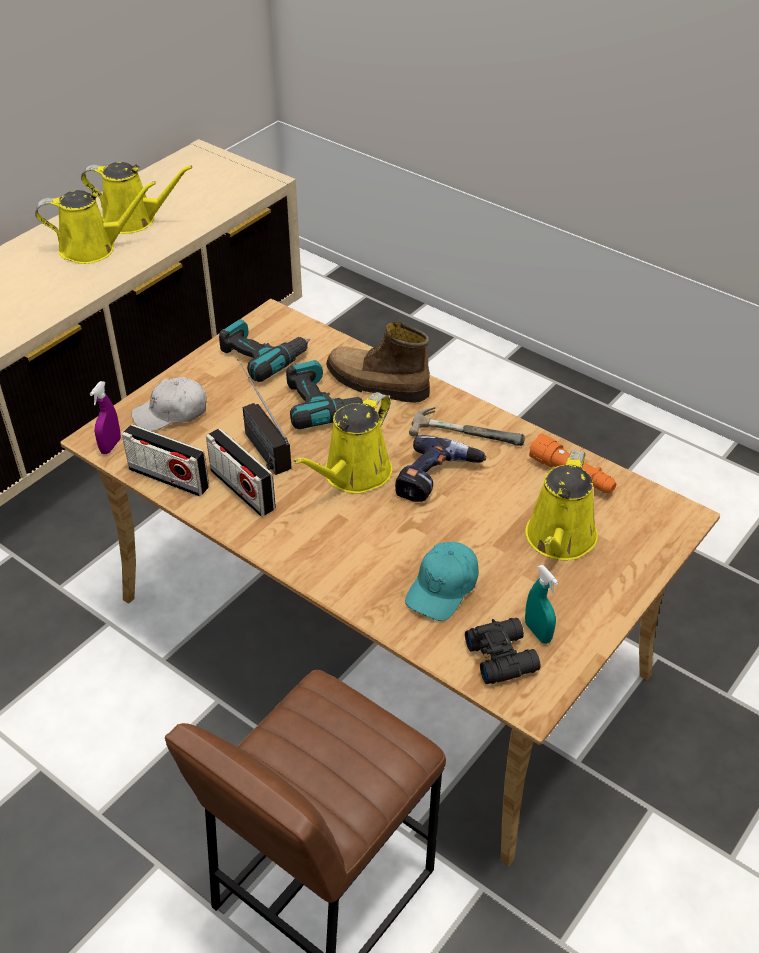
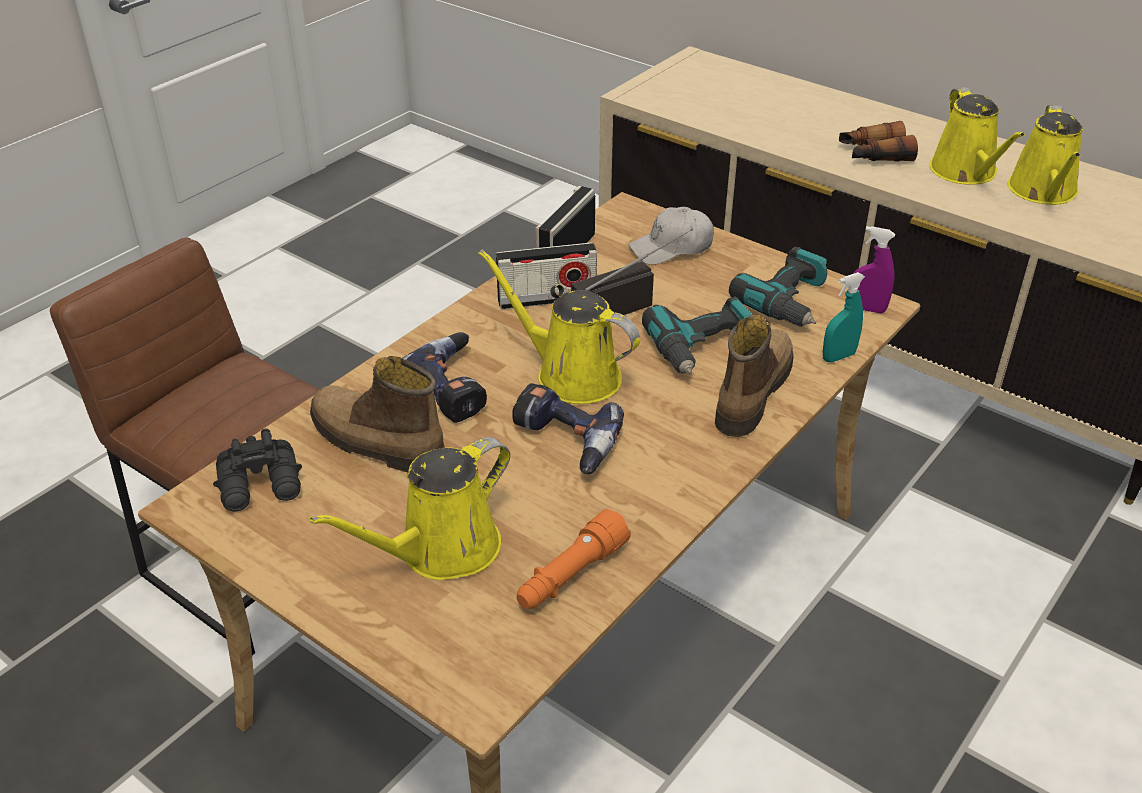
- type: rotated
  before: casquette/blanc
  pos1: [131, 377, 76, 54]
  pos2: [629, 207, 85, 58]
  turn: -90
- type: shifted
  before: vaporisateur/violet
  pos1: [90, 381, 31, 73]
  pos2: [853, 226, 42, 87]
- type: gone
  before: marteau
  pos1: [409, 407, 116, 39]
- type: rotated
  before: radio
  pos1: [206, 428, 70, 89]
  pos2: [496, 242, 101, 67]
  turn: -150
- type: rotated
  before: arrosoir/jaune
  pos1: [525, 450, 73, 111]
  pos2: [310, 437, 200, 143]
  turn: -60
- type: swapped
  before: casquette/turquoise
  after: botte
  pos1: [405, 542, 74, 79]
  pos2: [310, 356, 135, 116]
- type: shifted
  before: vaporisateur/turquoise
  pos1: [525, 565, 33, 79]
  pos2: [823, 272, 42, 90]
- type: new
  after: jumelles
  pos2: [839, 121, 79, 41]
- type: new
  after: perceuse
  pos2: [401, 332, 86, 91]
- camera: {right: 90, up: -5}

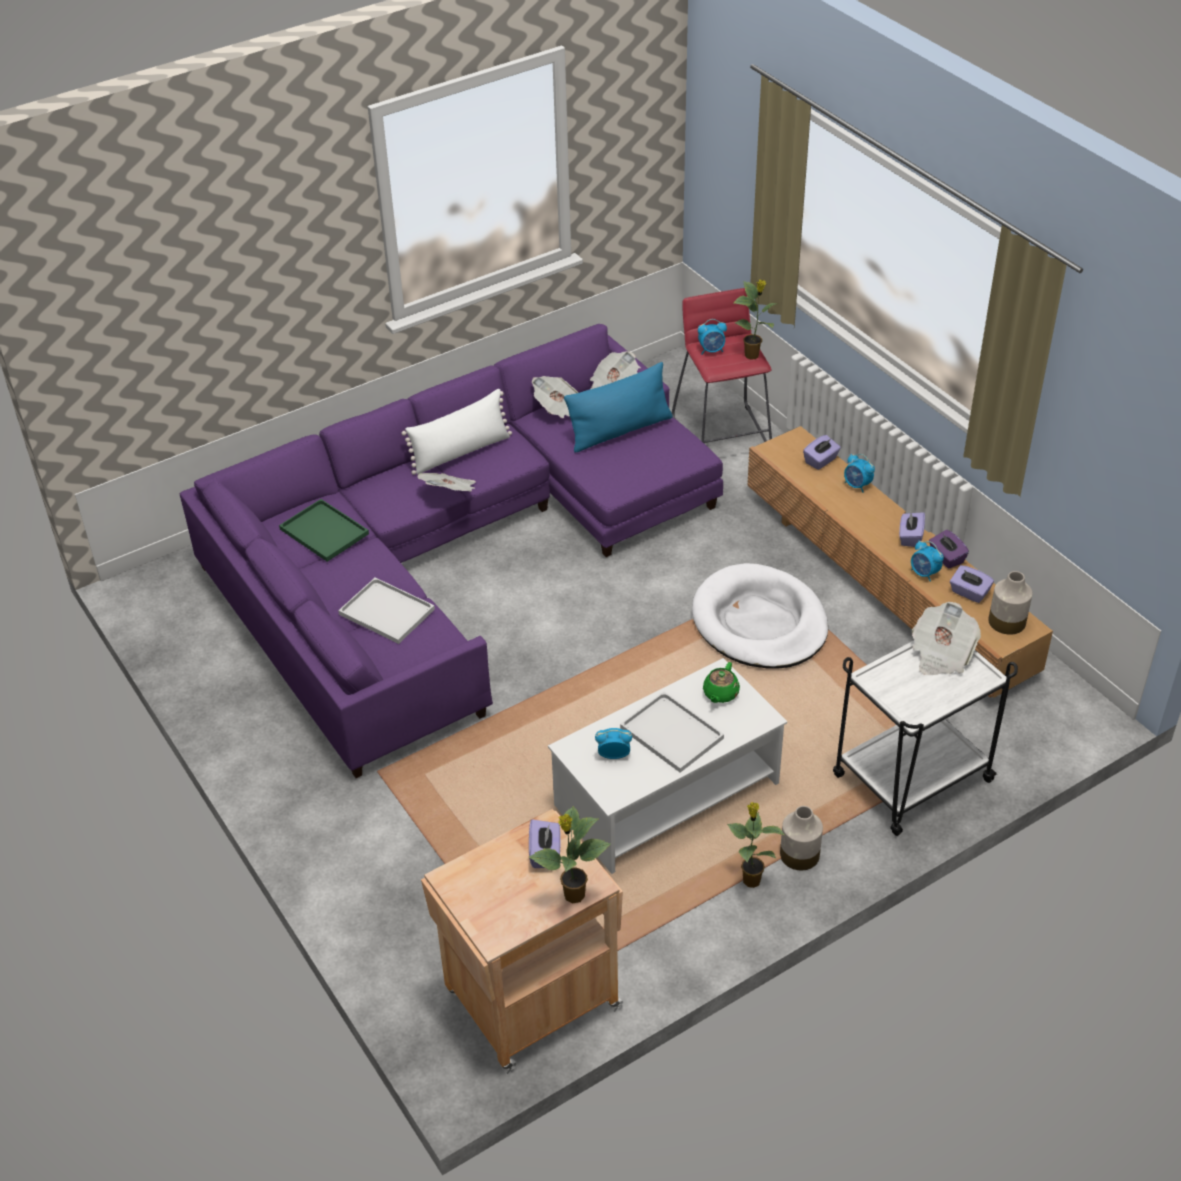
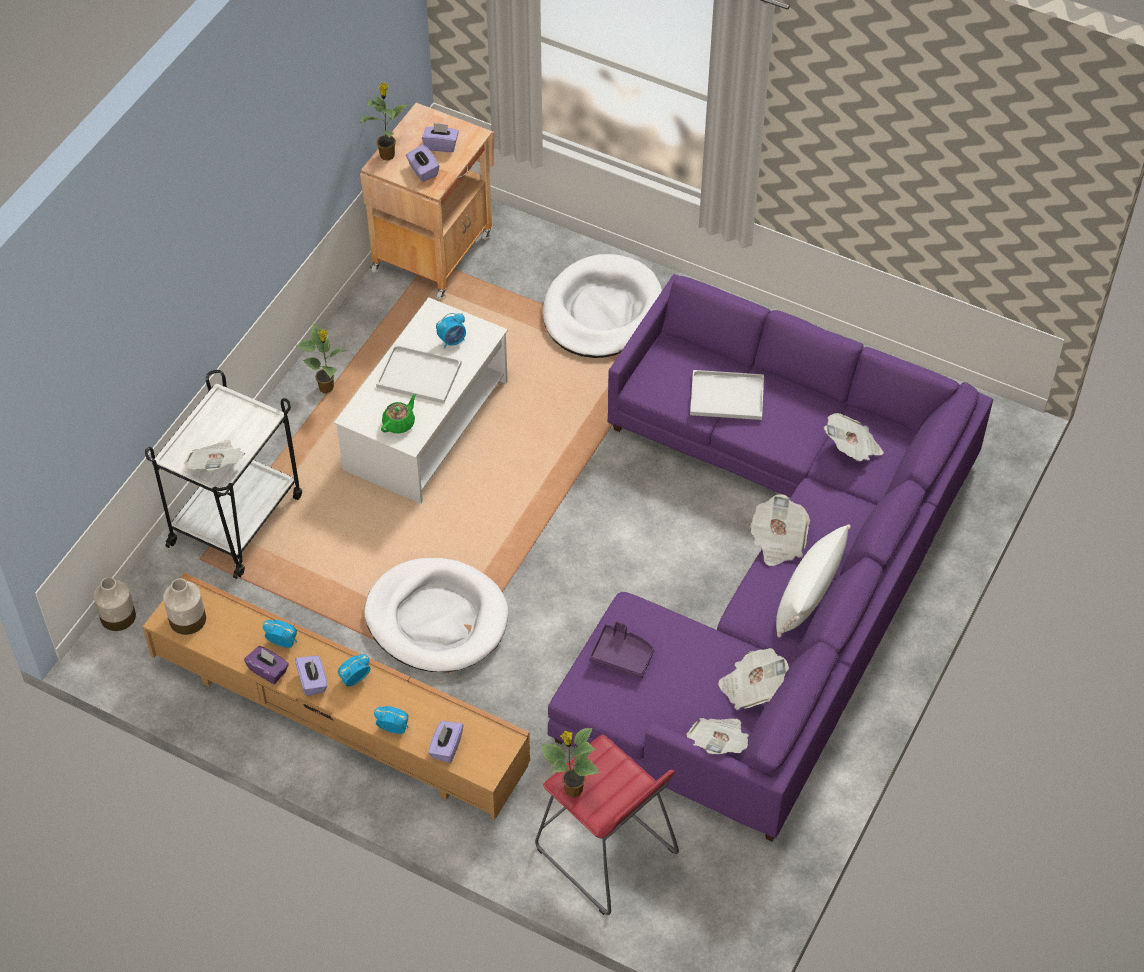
- type: shifted
  before: réveil
  pos1: [698, 319, 29, 35]
  pos2: [338, 654, 32, 33]
- type: gone
  before: coussin/bleu
  pos1: [564, 362, 109, 91]
- type: swapped
  before: plateau/vert
  after: journal
  pos1: [279, 499, 90, 63]
  pos2: [824, 413, 60, 48]
- type: shifted
  before: boîte à mouchoirs/violet
  pos1: [950, 565, 44, 38]
  pos2: [422, 123, 37, 29]
- type: rotated
  before: théière/vert
  pos1: [703, 662, 37, 41]
  pos2: [381, 394, 35, 39]
  turn: 45
- type: shifted
  before: vase/beige
  pos1: [780, 806, 43, 64]
  pos2: [94, 577, 42, 54]
- type: new
  after: panier pour chien/blanc
  pos2: [543, 254, 119, 104]
- type: new
  after: plateau/violet
  pos2: [589, 621, 65, 57]
- camera: {right: 150, up: 10}

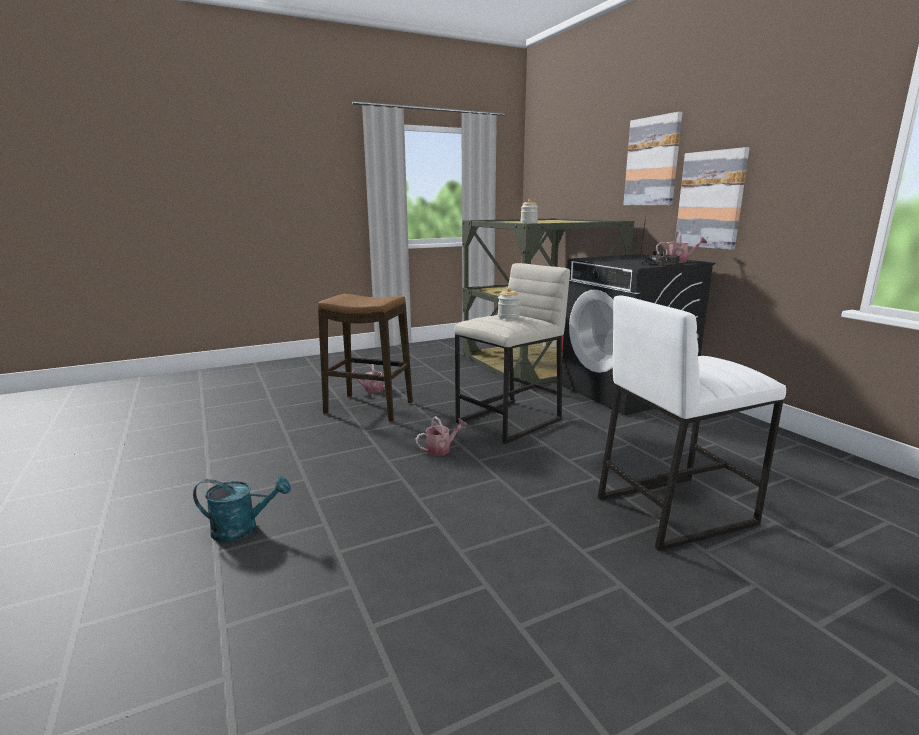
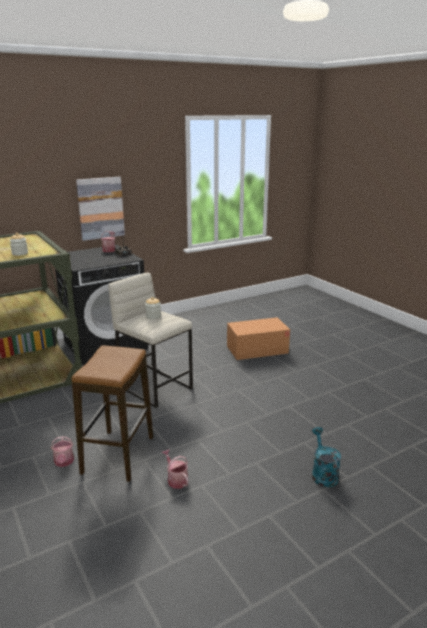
- type: gone
  before: tableau
  pos1: [623, 112, 59, 93]
- type: swapped
  before: tabouret/blanc
  after: carton
  pos1: [598, 296, 188, 255]
  pos2: [227, 317, 63, 43]
- type: shifted
  before: arrosoir
  pos1: [416, 416, 51, 40]
  pos2: [162, 449, 27, 40]
- camera: {right: -95, up: 5}

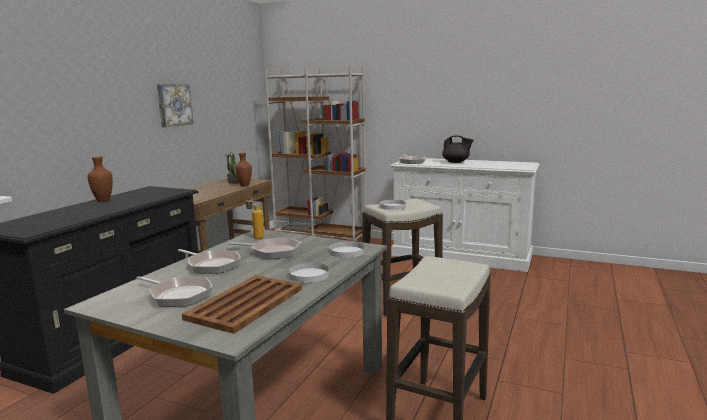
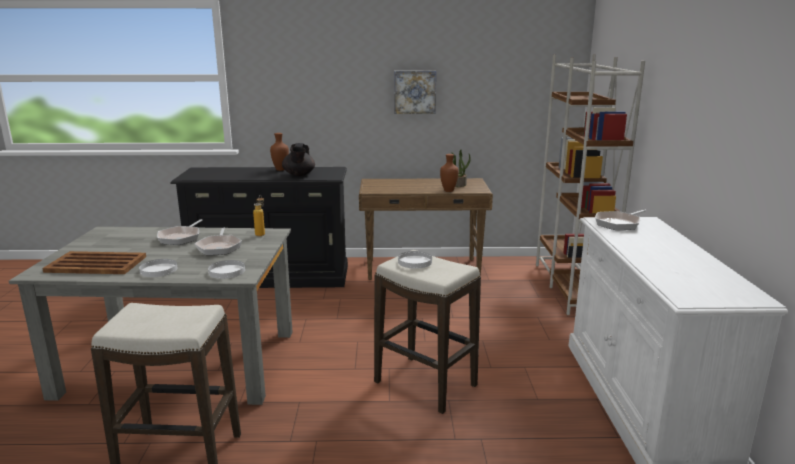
- type: shifted
  before: théière/noir
  pos1: [442, 135, 31, 28]
  pos2: [282, 143, 33, 33]
- type: gone
  before: poêle
  pos1: [137, 276, 76, 31]
- camera: {right: 65, up: 5}

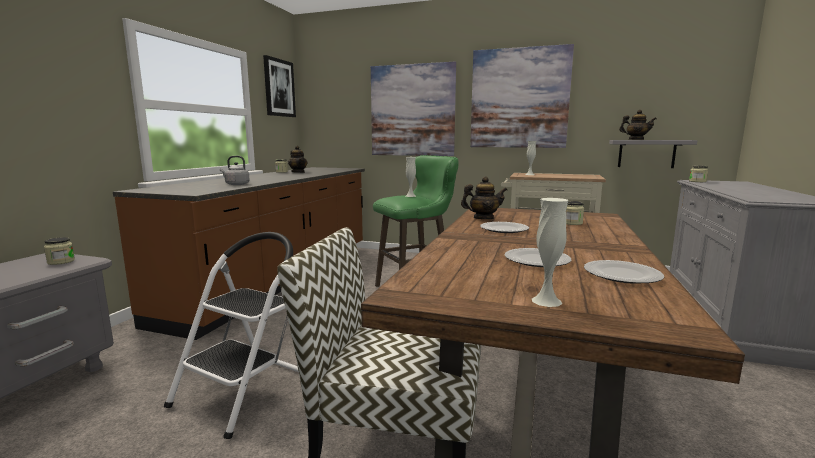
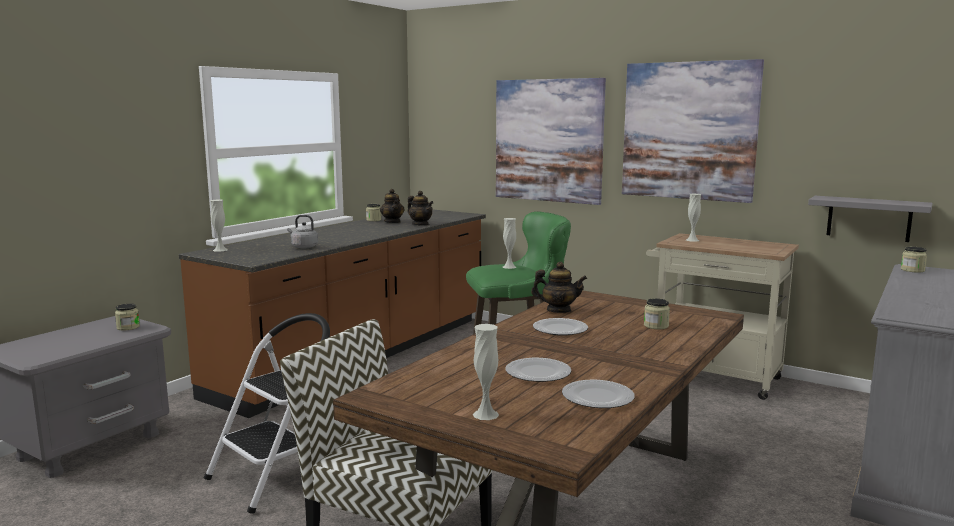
- type: gone
  before: tableau
  pos1: [263, 55, 33, 62]
- type: shifted
  before: théière
  pos1: [619, 110, 37, 30]
  pos2: [407, 191, 27, 35]
- type: new
  after: vase/blanc
  pos2: [210, 200, 18, 52]
- camera: {right: 15, up: 0}

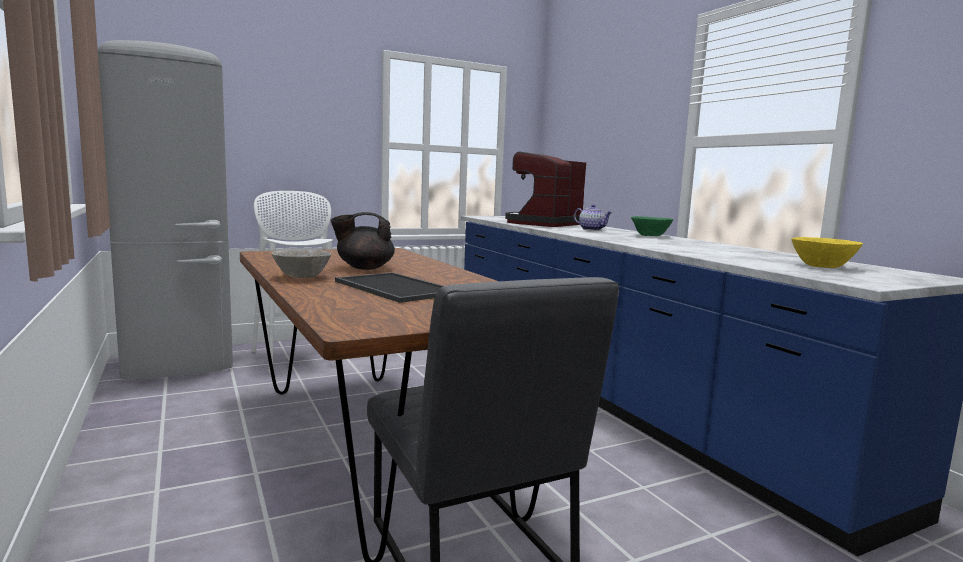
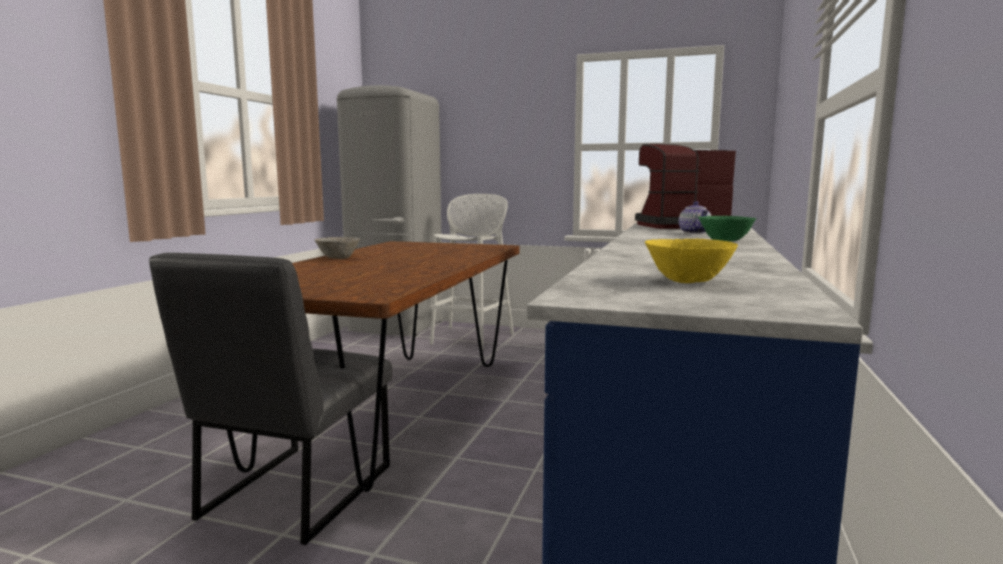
- type: gone
  before: théière/noir
  pos1: [330, 212, 65, 58]
- type: gone
  before: plateau
  pos1: [335, 272, 109, 31]
- camera: {right: 45, up: 0}

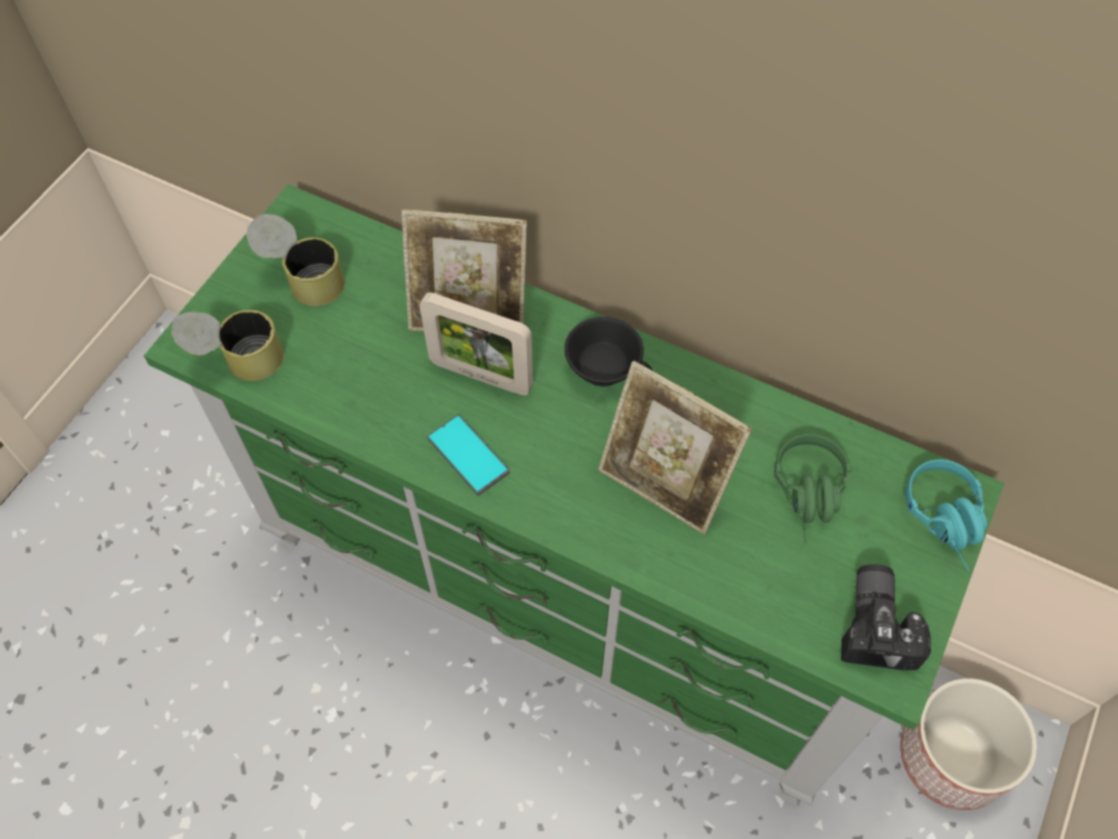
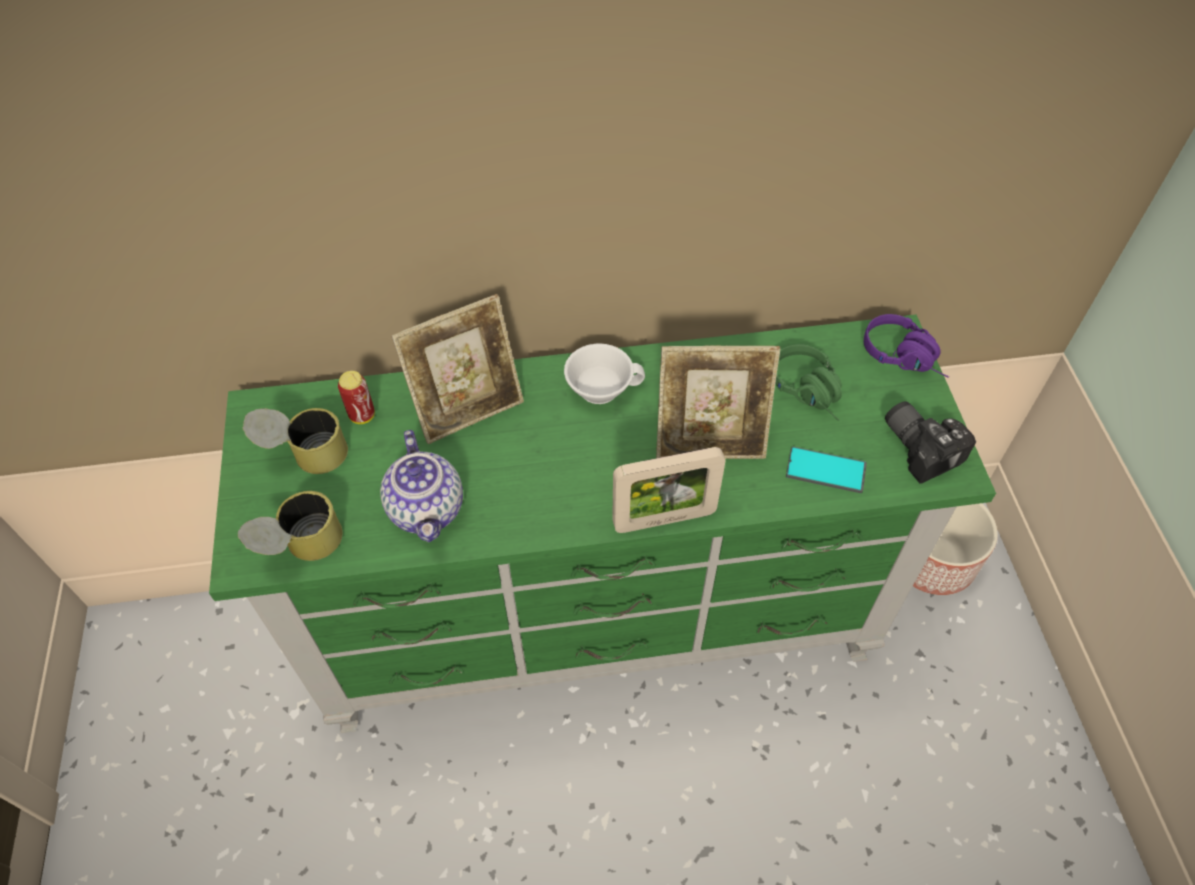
- type: shifted
  before: cadre photo
  pos1: [420, 292, 113, 104]
  pos2: [612, 447, 113, 86]
- type: repainted
  before: tasse/noir
  after: tasse/blanc
  pos1: [564, 317, 89, 70]
  pos2: [564, 344, 81, 60]
- type: shifted
  before: téléphone
  pos1: [427, 415, 83, 80]
  pos2: [786, 446, 81, 47]
- type: repainted
  before: casque audio/turquoise
  after: casque audio/violet
  pos1: [905, 459, 82, 113]
  pos2: [864, 314, 85, 64]
- type: new
  after: boîte métallique
  pos2: [338, 371, 37, 53]
- type: new
  after: théière
  pos2: [380, 430, 83, 112]
- camera: {right: -35, up: -5}

